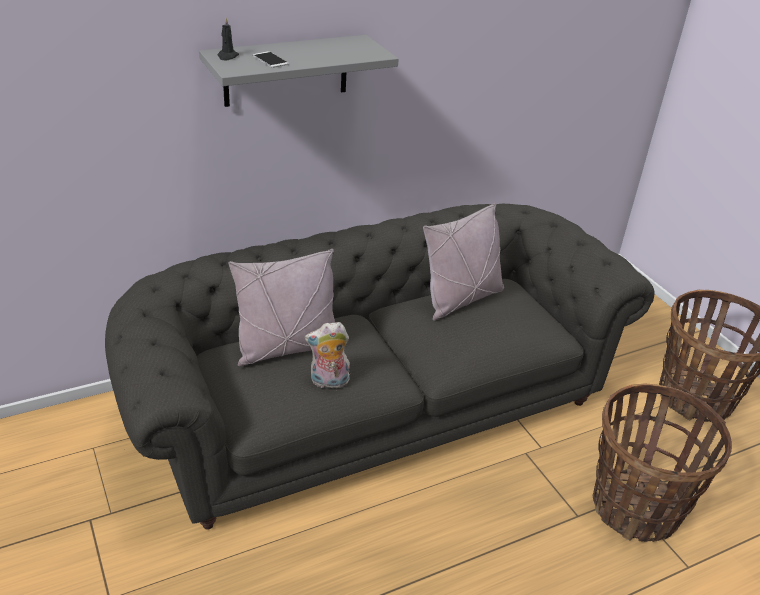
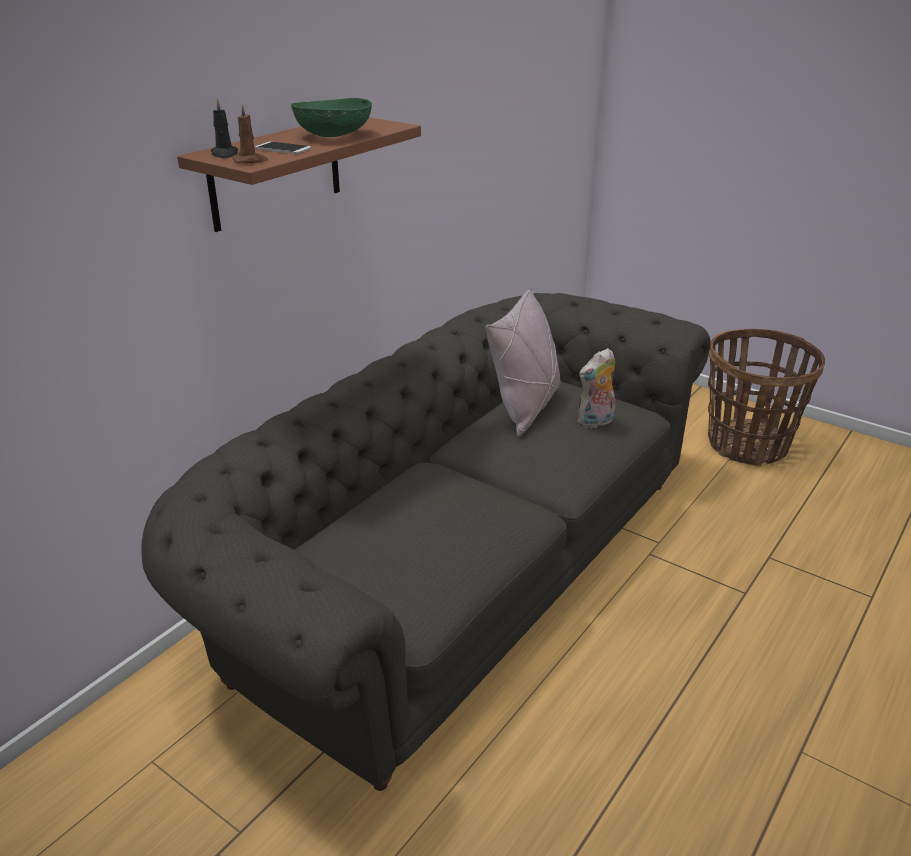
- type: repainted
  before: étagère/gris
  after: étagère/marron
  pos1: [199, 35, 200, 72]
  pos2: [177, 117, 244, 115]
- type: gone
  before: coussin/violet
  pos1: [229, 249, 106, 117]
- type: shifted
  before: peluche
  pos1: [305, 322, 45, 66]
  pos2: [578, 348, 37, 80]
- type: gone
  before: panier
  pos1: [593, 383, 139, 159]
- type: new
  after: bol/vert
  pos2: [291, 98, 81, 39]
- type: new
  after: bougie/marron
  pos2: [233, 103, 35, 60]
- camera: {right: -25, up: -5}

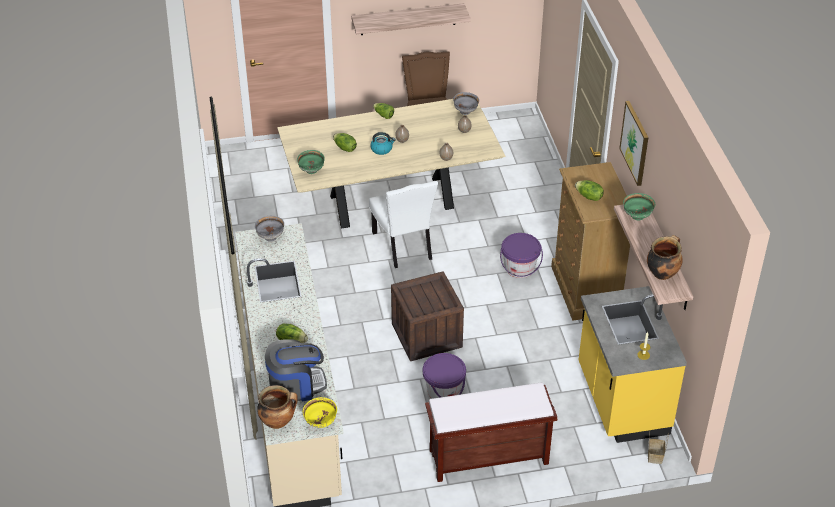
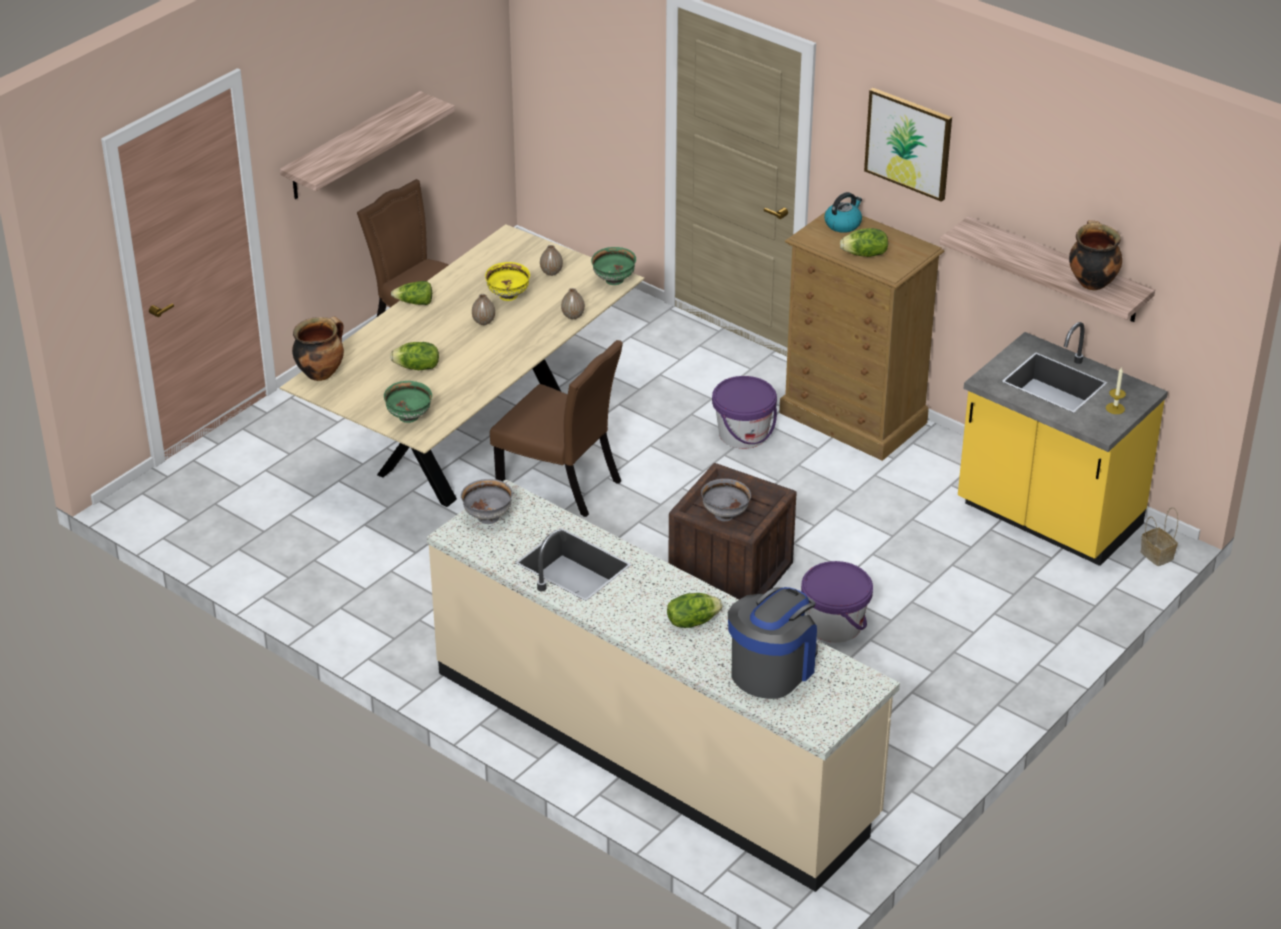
- type: shifted
  before: bol/gris
  pos1: [453, 92, 26, 23]
  pos2: [701, 479, 50, 42]
- type: shifted
  before: bouilloire
  pos1: [370, 132, 26, 23]
  pos2: [824, 192, 38, 41]
- type: repainted
  before: chaise/blanc
  after: chaise/marron
  pos1: [369, 181, 69, 87]
  pos2: [490, 340, 133, 177]
- type: shifted
  before: bol/vert
  pos1: [623, 193, 32, 27]
  pos2: [591, 247, 45, 38]
- type: gone
  before: banc/marron
  pos1: [425, 382, 132, 100]
- type: shifted
  before: marmite
  pos1: [257, 385, 40, 44]
  pos2: [292, 316, 52, 65]
- type: shifted
  before: bol/jaune
  pos1: [303, 397, 34, 31]
  pos2: [485, 262, 45, 39]
- camera: {right: -40, up: -5}

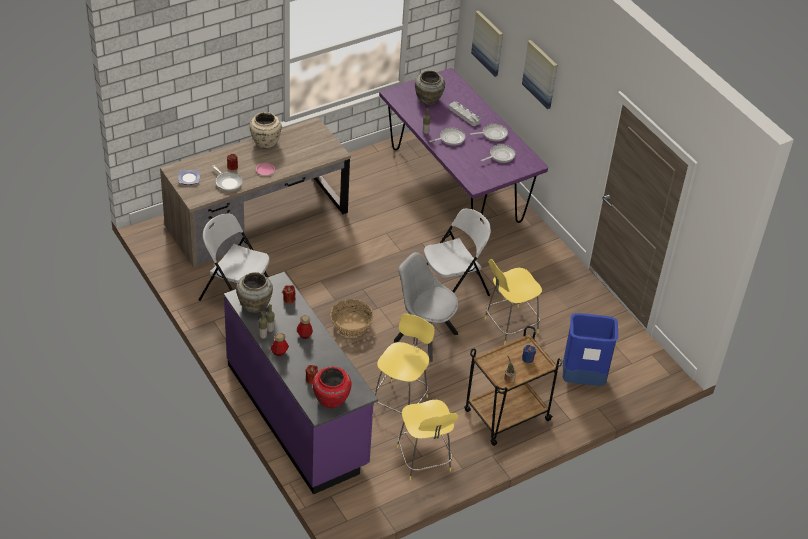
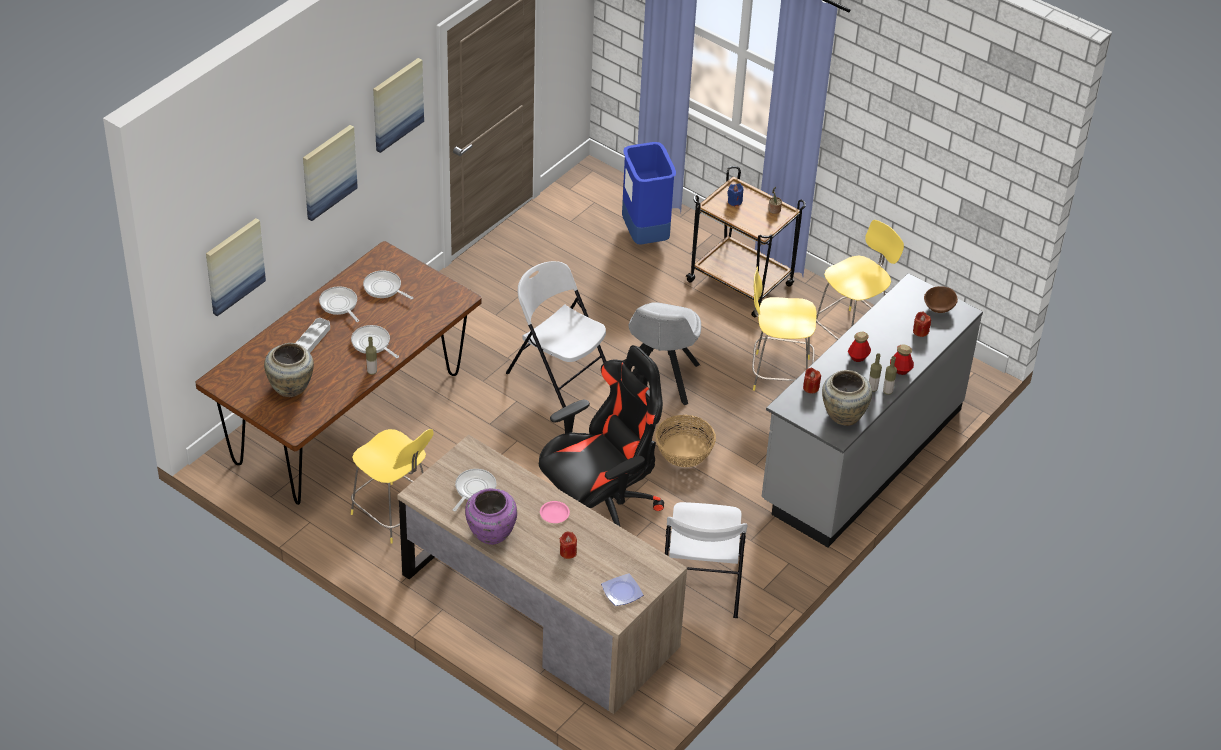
- type: repainted
  before: table à manger/violet
  after: table à manger/marron
  pos1: [379, 68, 169, 155]
  pos2: [195, 241, 287, 264]
- type: repainted
  before: vase/beige
  after: vase/violet
  pos1: [249, 112, 33, 37]
  pos2: [465, 488, 52, 57]
- type: shifted
  before: poêle
  pos1: [212, 165, 31, 26]
  pos2: [453, 469, 43, 42]
- type: shifted
  before: tabouret/jaune
  pos1: [484, 259, 58, 86]
  pos2: [351, 429, 83, 115]
- type: repainted
  before: comptoir de cuisine/violet
  after: comptoir de cuisine/gris
  pos1: [224, 272, 154, 223]
  pos2: [762, 273, 221, 274]
- type: swapped
  before: vase/rouge
  after: bol/marron
  pos1: [312, 366, 39, 42]
  pos2: [924, 286, 34, 27]
- type: new
  after: tableau
  pos2: [373, 58, 51, 95]
- type: new
  after: chaise de bureau/noir
  pos2: [539, 345, 125, 181]
- camera: {right: -110, up: 0}

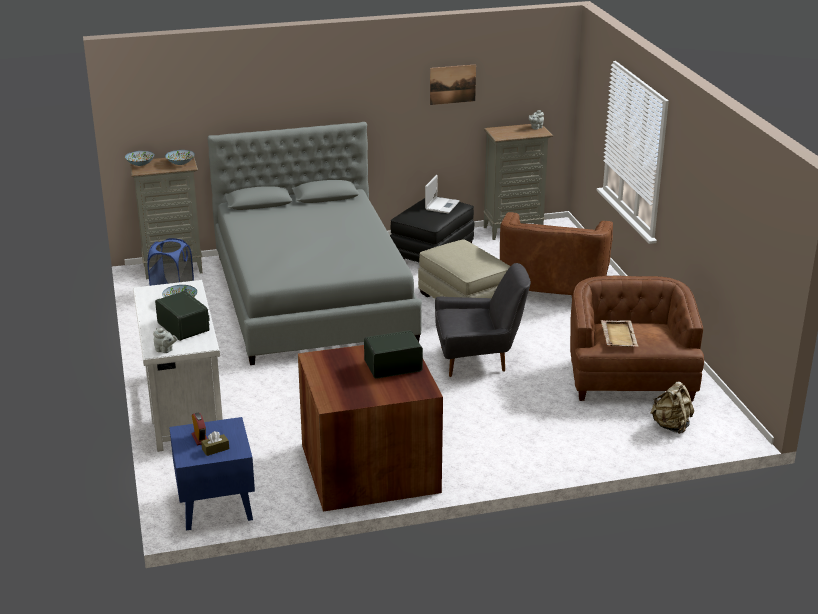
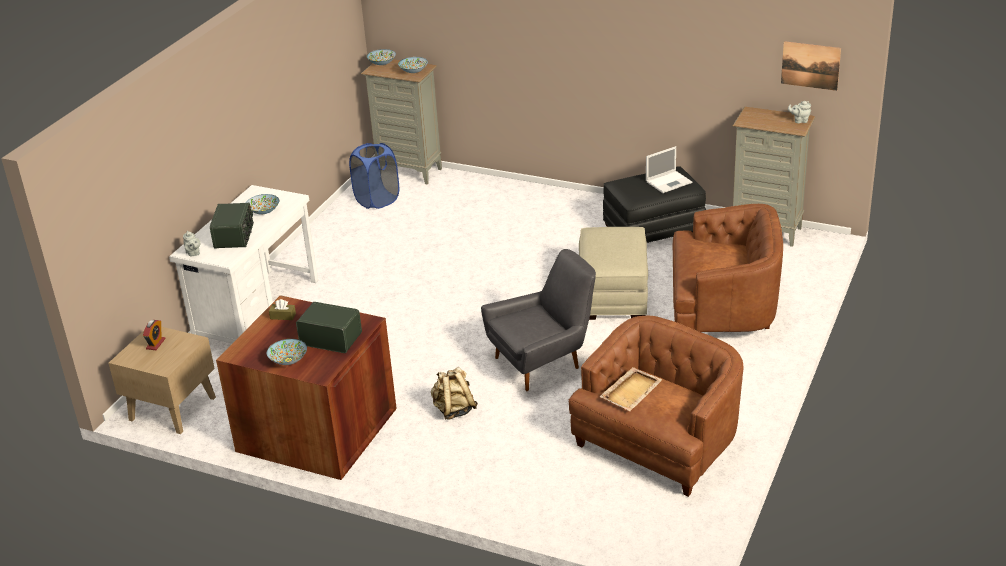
- type: shifted
  before: tableau
  pos1: [430, 64, 46, 41]
  pos2: [781, 41, 60, 50]
- type: gone
  before: lit/gris
  pos1: [208, 122, 214, 243]
- type: rotated
  before: fauteuil/marron
  pos1: [500, 212, 113, 84]
  pos2: [673, 204, 110, 128]
  turn: -135
- type: rotated
  before: fauteuil/gris
  pos1: [435, 263, 96, 114]
  pos2: [481, 249, 115, 142]
  turn: -60
- type: shifted
  before: sac à dos/beige
  pos1: [650, 381, 44, 53]
  pos2: [431, 367, 47, 53]
- type: repainted
  before: table de chevet/bleu
  after: table de chevet/beige
  pos1: [169, 417, 86, 114]
  pos2: [109, 327, 107, 107]
- type: shifted
  before: boîte à mouchoirs/marron
  pos1: [201, 431, 28, 25]
  pos2: [269, 299, 27, 21]
- type: new
  after: bol
  pos2: [267, 339, 40, 26]
- camera: {right: 40, up: 5}

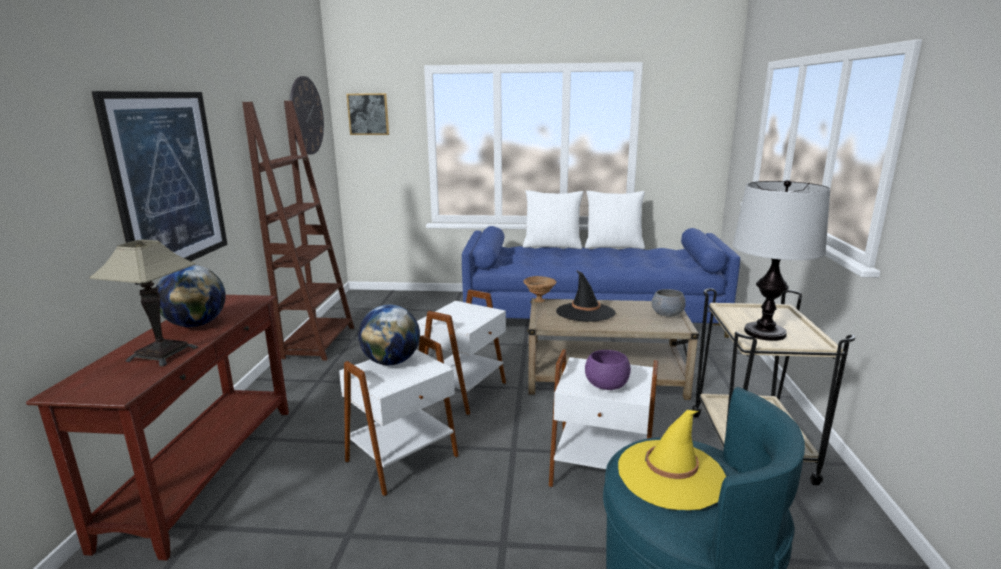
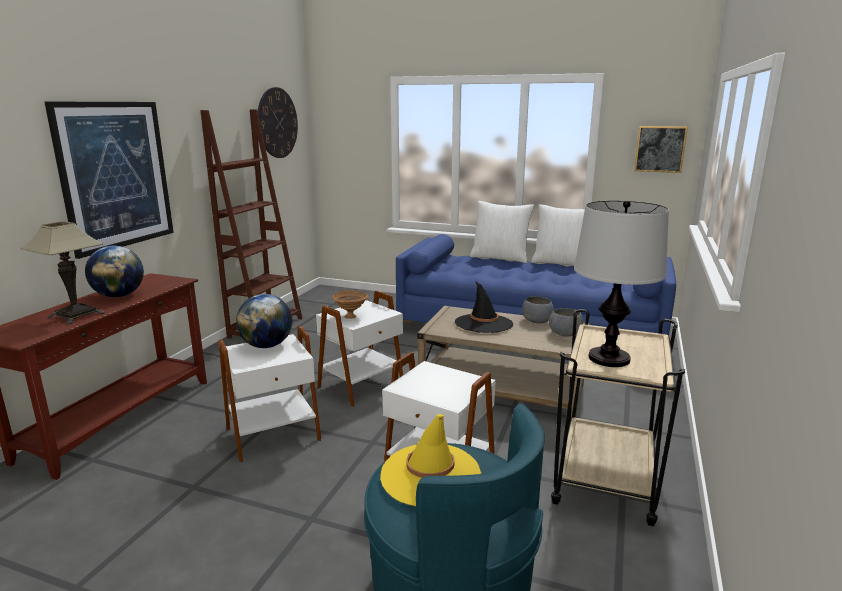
- type: shifted
  before: tableau
  pos1: [346, 93, 43, 42]
  pos2: [634, 126, 54, 47]
- type: shifted
  before: bol/marron
  pos1: [523, 276, 34, 27]
  pos2: [332, 290, 37, 29]
- type: gone
  before: bol/violet
  pos1: [585, 350, 46, 40]
- type: new
  after: bol/gris
  pos2: [522, 296, 32, 27]
- camera: {right: 15, up: 0}

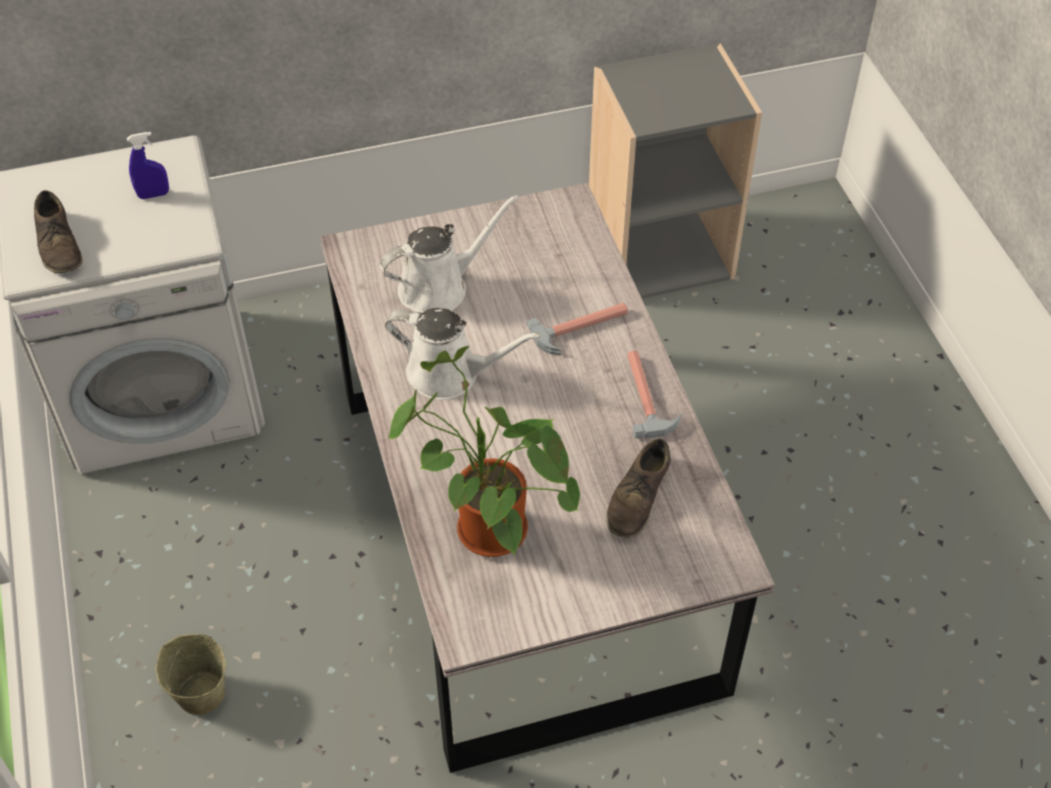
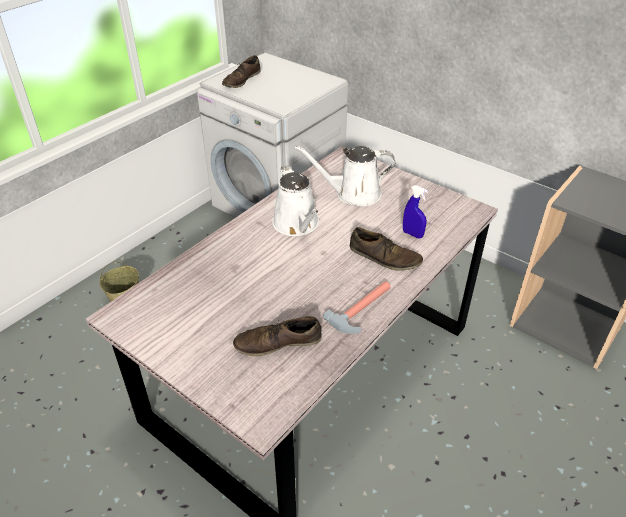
- type: shifted
  before: vaporisateur/bleu
  pos1: [127, 132, 42, 67]
  pos2: [403, 185, 25, 53]
- type: rotated
  before: arrosoir/blanc
  pos1: [380, 195, 138, 118]
  pos2: [295, 145, 101, 61]
  turn: 150
- type: swapped
  before: marteau
  after: chaussure/marron
  pos1: [526, 303, 102, 52]
  pos2: [350, 227, 73, 44]
- type: gone
  before: plante en pot
  pos1: [389, 346, 191, 211]
- camera: {right: 55, up: -10}

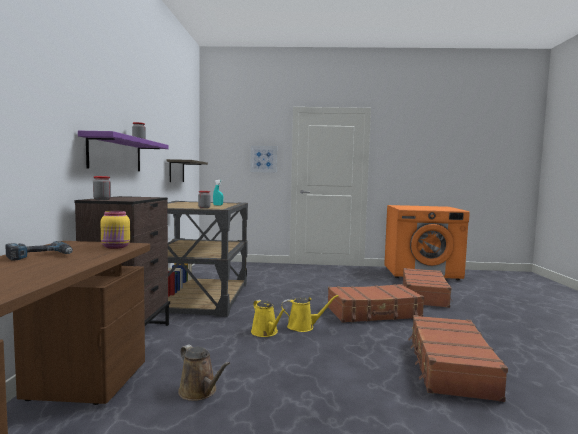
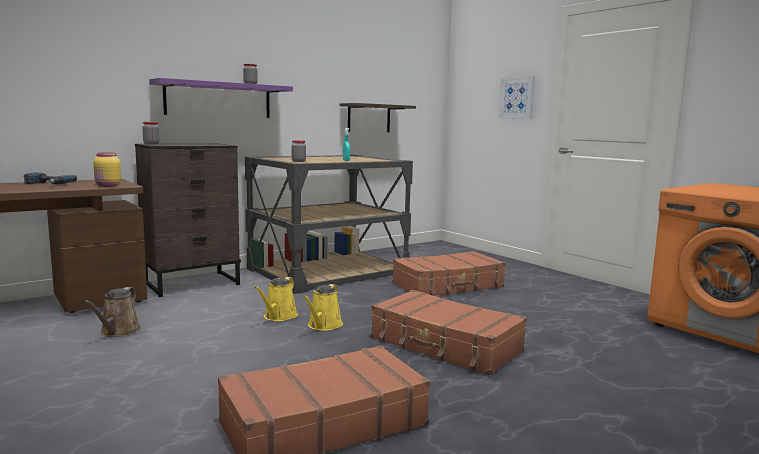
- type: shifted
  before: valise/marron
  pos1: [403, 268, 48, 40]
  pos2: [392, 251, 114, 45]
- type: rotated
  before: arrosoir/jaune
  pos1: [281, 295, 58, 37]
  pos2: [302, 284, 41, 47]
  turn: 60
- camera: {right: 50, up: 5}

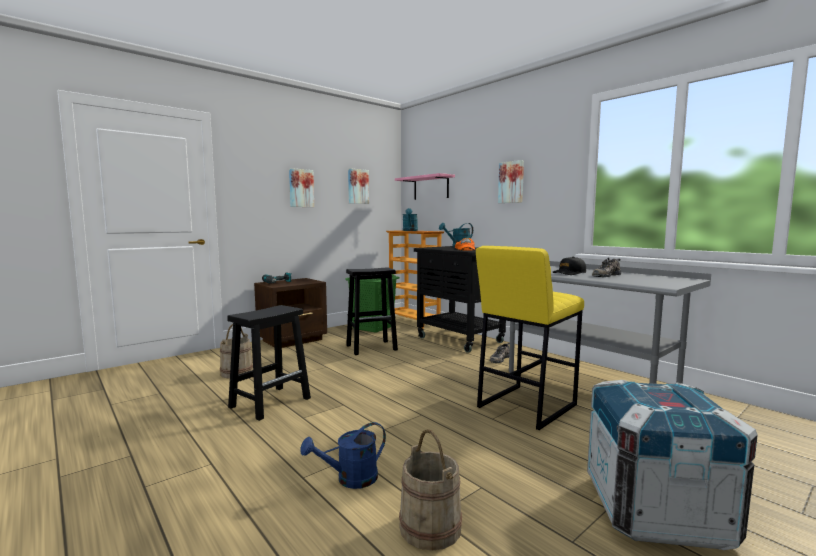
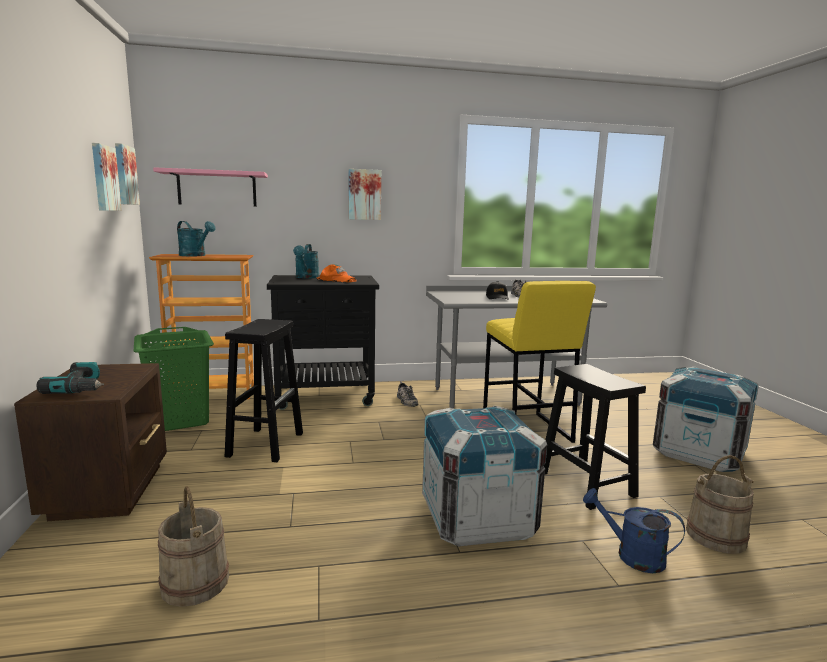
- type: shifted
  before: tableau
  pos1: [289, 168, 25, 39]
  pos2: [115, 143, 25, 62]
- type: shifted
  before: tabouret/noir
  pos1: [227, 305, 84, 116]
  pos2: [543, 364, 103, 146]
- type: rotated
  before: arrosoir/bleu
  pos1: [301, 422, 85, 67]
  pos2: [583, 488, 102, 85]
  turn: 120
- type: new
  after: caisse
  pos2: [422, 406, 125, 141]
- camera: {right: -60, up: 5}

